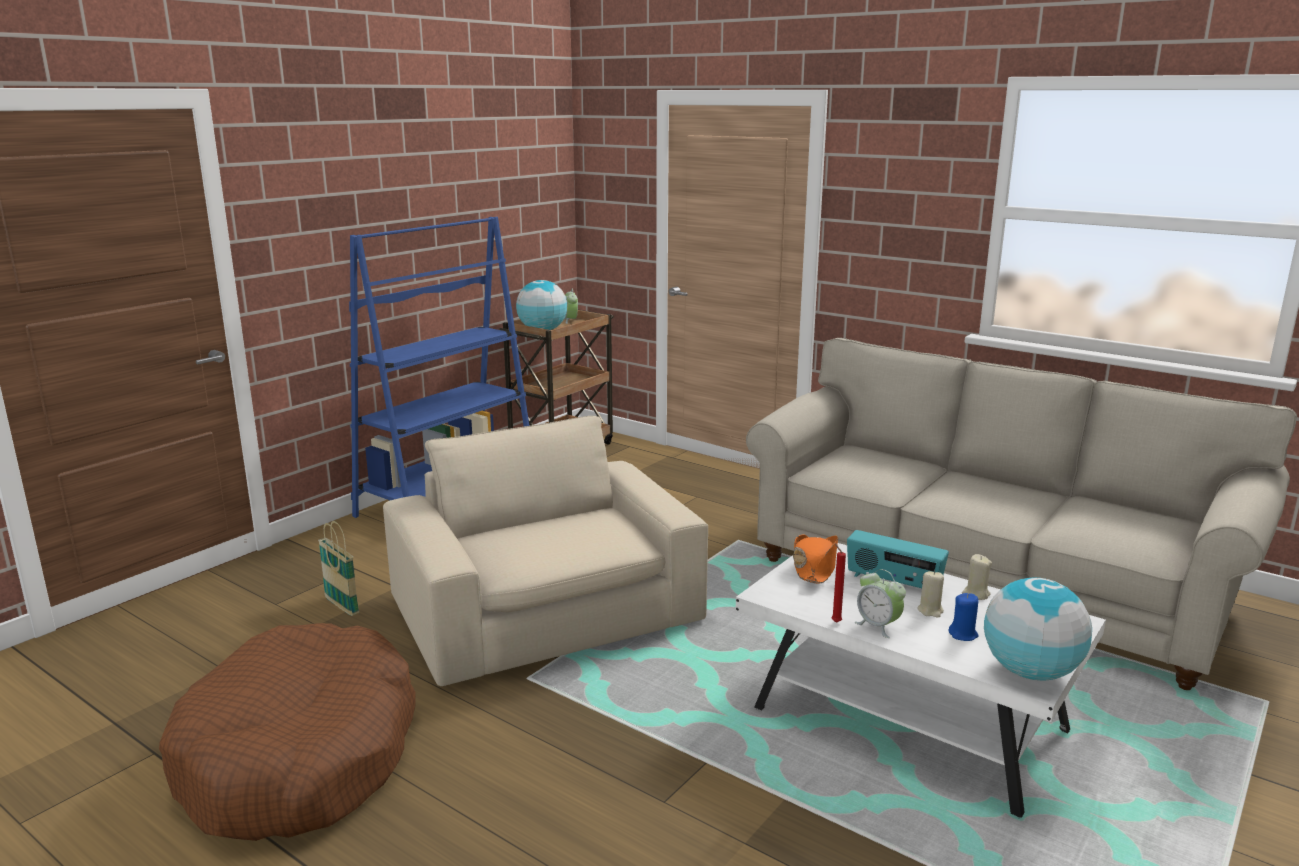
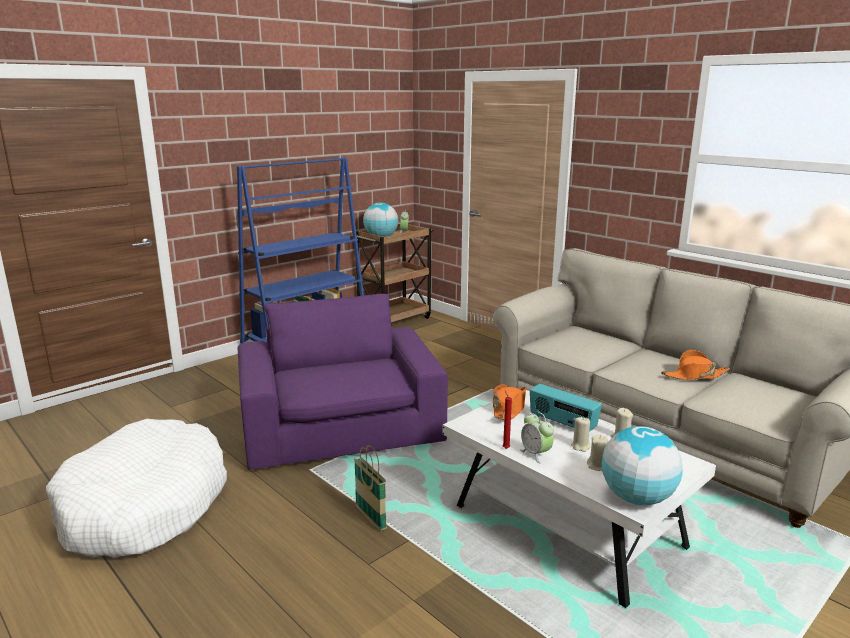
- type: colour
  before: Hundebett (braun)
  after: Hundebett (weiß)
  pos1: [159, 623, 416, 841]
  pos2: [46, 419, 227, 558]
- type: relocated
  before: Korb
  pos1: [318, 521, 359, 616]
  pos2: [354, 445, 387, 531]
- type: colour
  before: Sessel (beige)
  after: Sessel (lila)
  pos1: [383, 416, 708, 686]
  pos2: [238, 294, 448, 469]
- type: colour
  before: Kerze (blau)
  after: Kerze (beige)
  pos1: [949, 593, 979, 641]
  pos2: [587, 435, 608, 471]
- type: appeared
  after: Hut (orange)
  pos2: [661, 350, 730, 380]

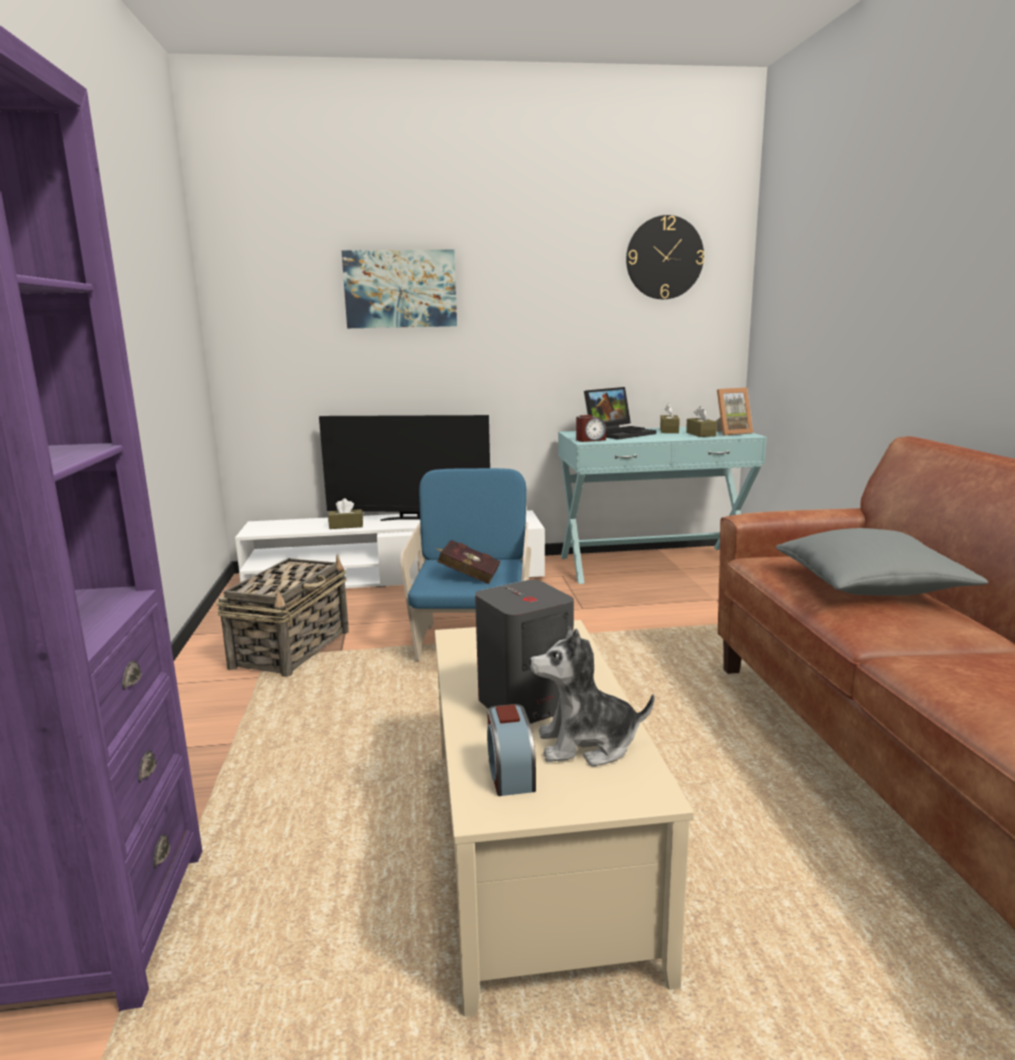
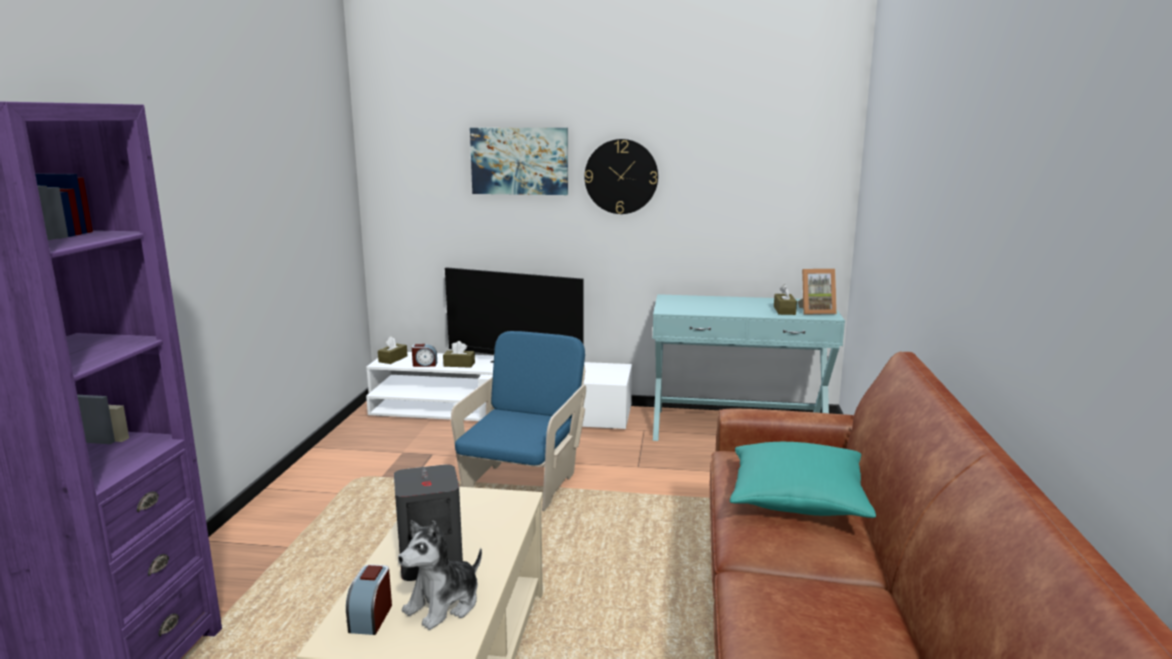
- type: missing
  before: Korb
  pos1: [217, 555, 349, 677]
- type: missing
  before: Buch (rot)
  pos1: [436, 540, 500, 584]
- type: spun
  before: Plüschtier
  pos1: [530, 626, 654, 767]
  pos2: [398, 520, 482, 630]
  turn: -60
- type: relocated
  before: Wecker
  pos1: [576, 415, 606, 442]
  pos2: [412, 344, 437, 367]
- type: missing
  before: Laptop
  pos1: [584, 387, 656, 440]
- type: relocated
  before: Wanduhr
  pos1: [626, 215, 704, 299]
  pos2: [584, 139, 658, 214]
- type: relocated
  before: Taschentuchbox (braun)
  pos1: [660, 404, 680, 433]
  pos2: [378, 336, 408, 364]
- type: colour
  before: Kissen (grau)
  after: Kissen (türkis)
  pos1: [776, 528, 988, 596]
  pos2: [730, 442, 876, 518]

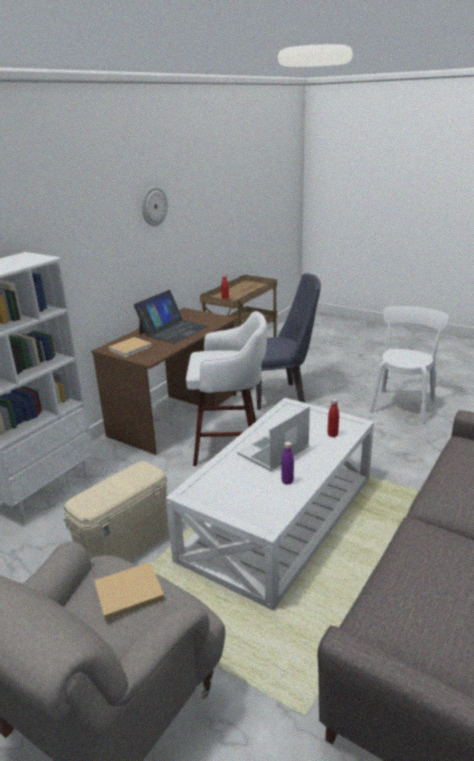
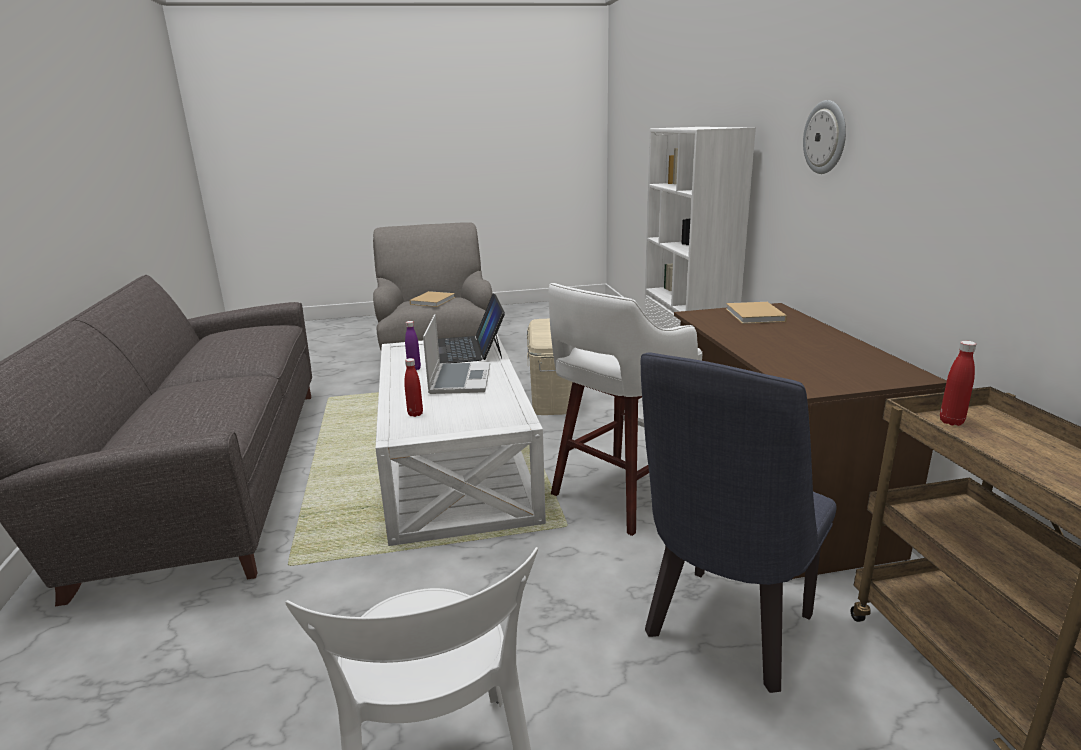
- type: relocated
  before: Laptop
  pos1: [134, 290, 209, 344]
  pos2: [438, 293, 505, 364]
- type: relocated
  before: Wanduhr
  pos1: [142, 186, 168, 226]
  pos2: [803, 100, 846, 174]

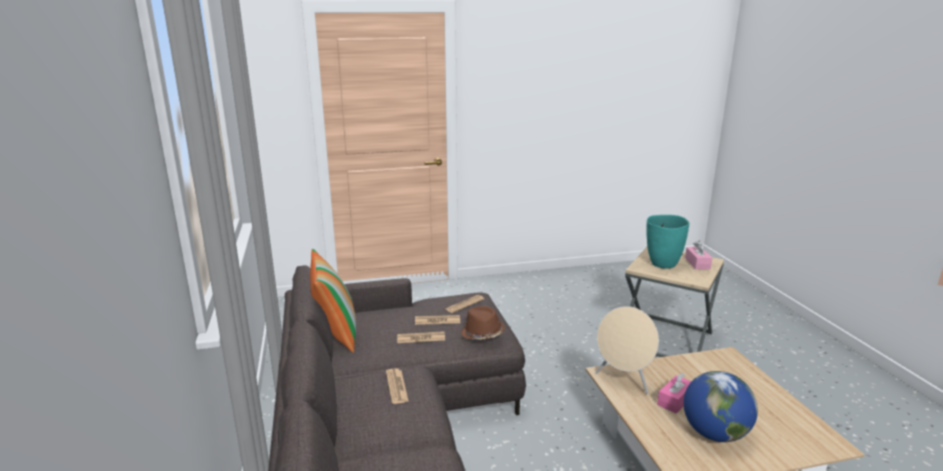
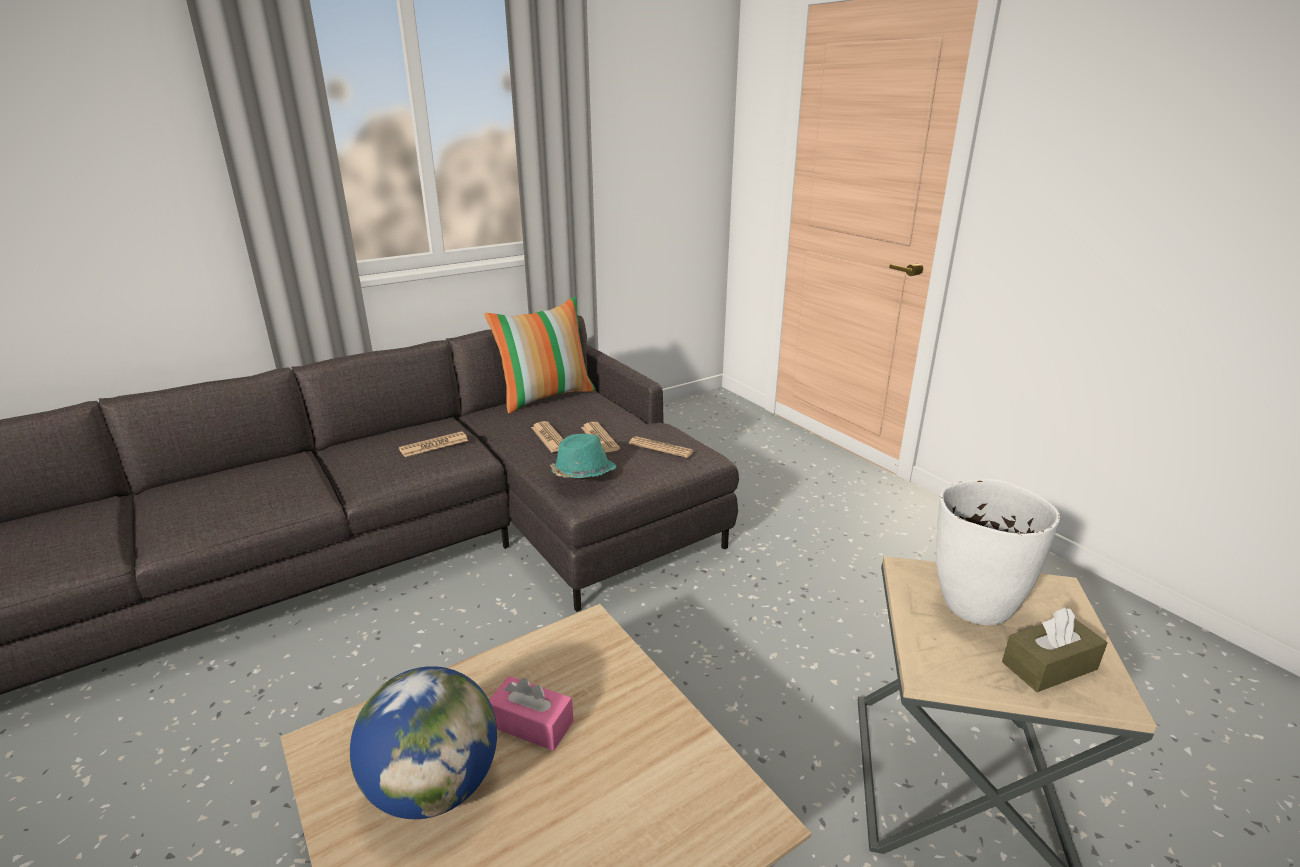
- type: colour
  before: Hut (braun)
  after: Hut (türkis)
  pos1: [461, 306, 505, 340]
  pos2: [550, 434, 617, 478]
- type: missing
  before: Lautsprecher (beige)
  pos1: [595, 306, 659, 394]
- type: colour
  before: Vase (türkis)
  after: Vase (weiß)
  pos1: [647, 215, 689, 268]
  pos2: [936, 479, 1060, 625]
- type: colour
  before: Taschentuchbox (rosa)
  after: Taschentuchbox (braun)
  pos1: [685, 241, 712, 270]
  pos2: [1002, 607, 1107, 692]

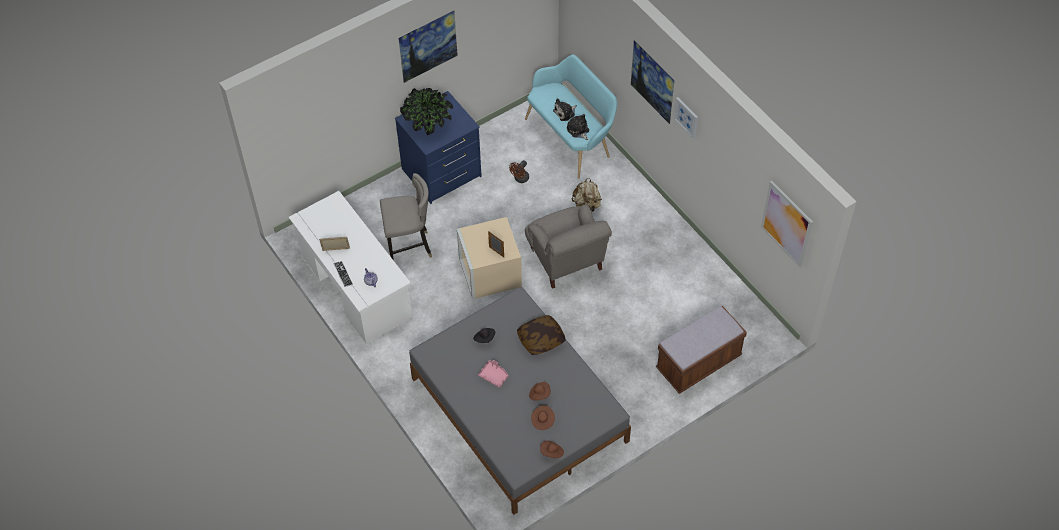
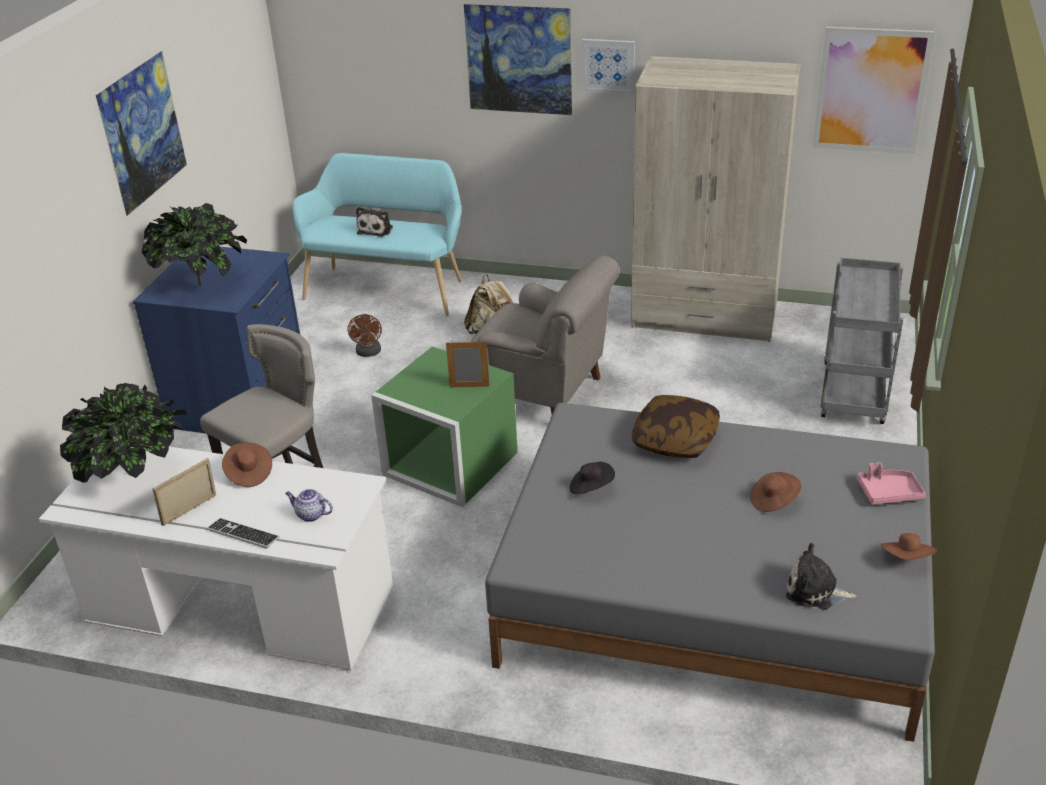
- type: colour
  before: Aufbewahrungsbox (beige)
  after: Aufbewahrungsbox (grün)
  pos1: [457, 217, 522, 299]
  pos2: [371, 347, 518, 507]
- type: relocated
  before: Tablett (rosa)
  pos1: [478, 360, 508, 388]
  pos2: [857, 462, 926, 505]
- type: relocated
  before: Hut (braun)
  pos1: [531, 405, 555, 430]
  pos2: [222, 443, 272, 487]
- type: relocated
  before: Plüschtier
  pos1: [567, 114, 589, 140]
  pos2: [786, 543, 857, 610]
- type: exchanged
  before: Bank (braun)
  after: Rollwagen (grau)
  pos1: [656, 306, 747, 394]
  pos2: [820, 258, 903, 424]
- type: appeared
  after: Topfpflanze
  pos2: [60, 383, 187, 483]
- type: appeared
  after: Kleiderschrank (beige)
  pos2: [631, 56, 801, 342]

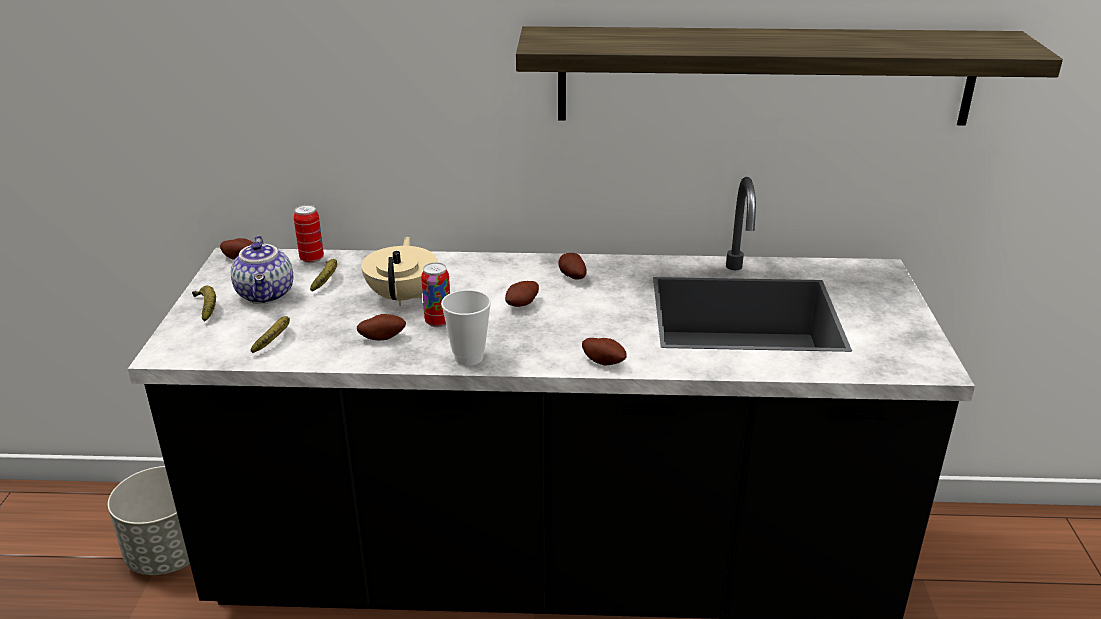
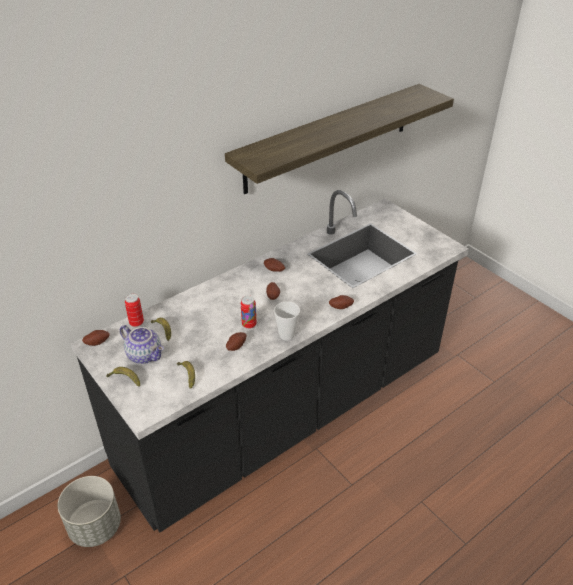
- type: missing
  before: Teekanne (beige)
  pos1: [361, 237, 437, 306]

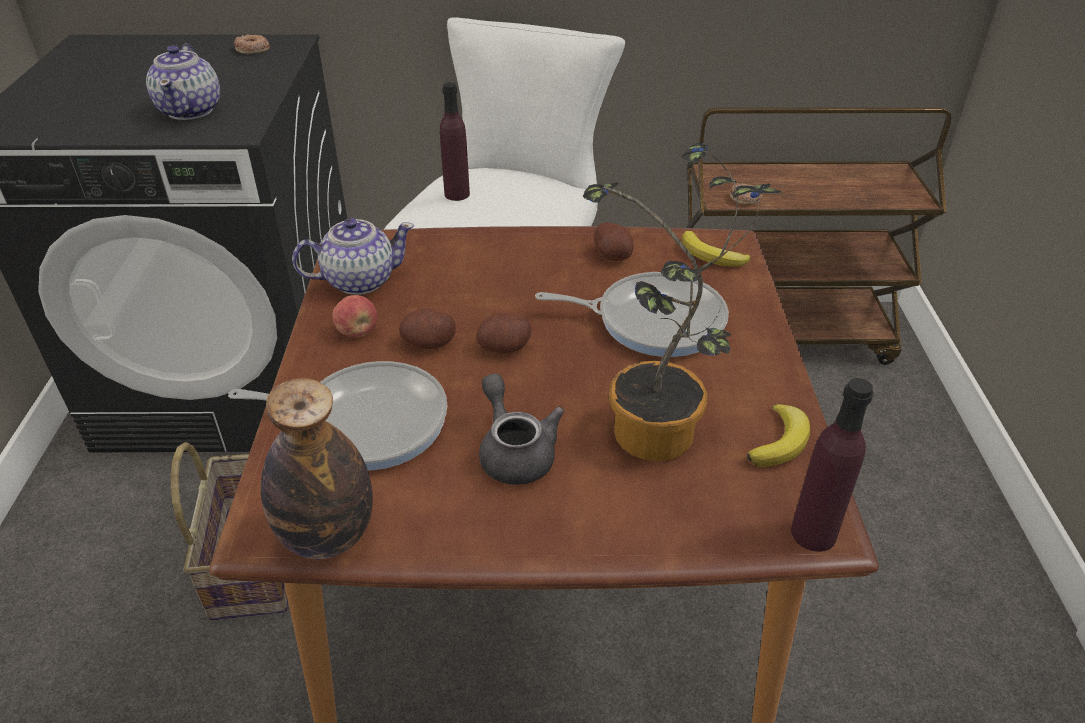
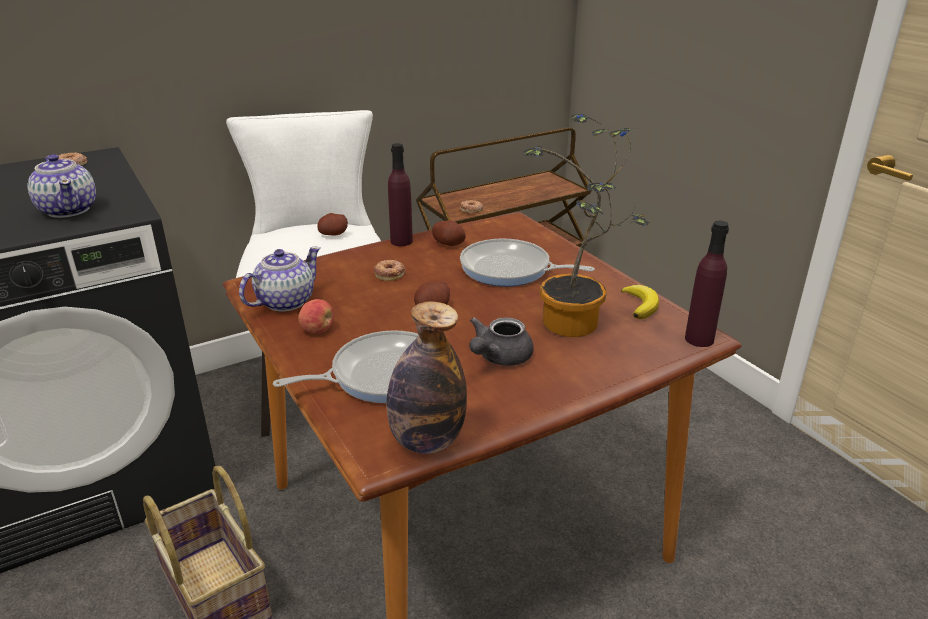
- type: relocated
  before: Kartoffel
  pos1: [399, 308, 456, 349]
  pos2: [317, 213, 348, 236]
- type: relocated
  before: Flasche (lila)
  pos1: [440, 82, 470, 201]
  pos2: [388, 143, 413, 246]
- type: spun
  before: Teekanne (grau)
  pos1: [479, 373, 564, 485]
  pos2: [469, 317, 534, 366]
  turn: -90
- type: spun
  before: Pfanne
  pos1: [535, 272, 729, 357]
  pos2: [460, 239, 595, 286]
  turn: -135
- type: missing
  before: Banane
  pos1: [682, 231, 751, 267]
- type: appeared
  after: Donut
  pos2: [374, 260, 405, 281]

